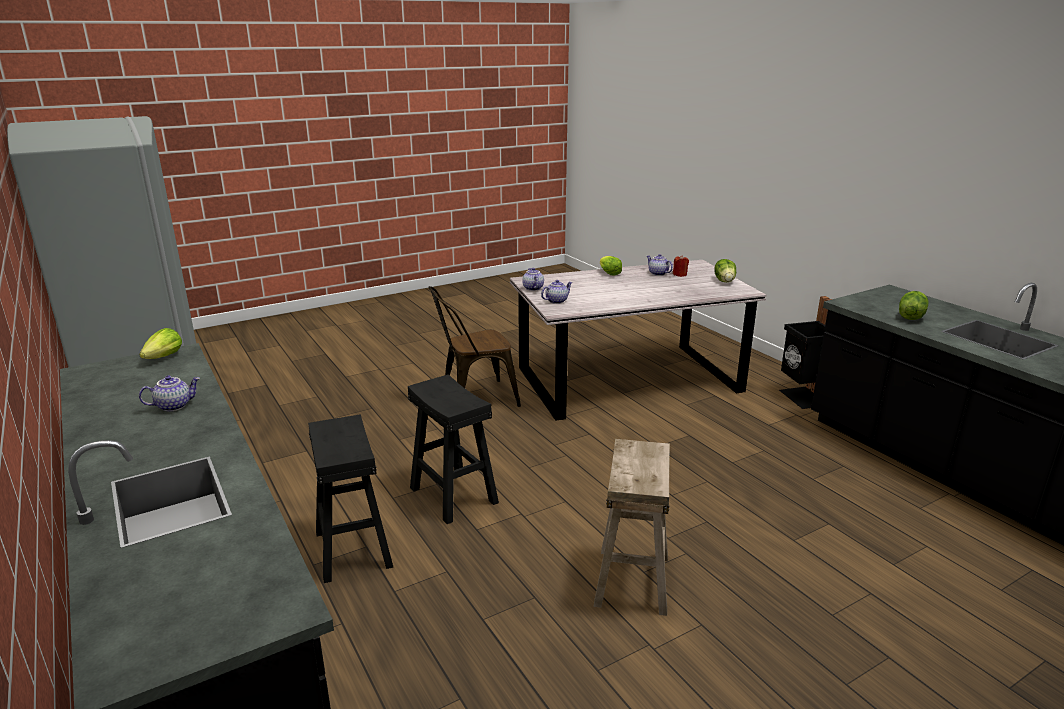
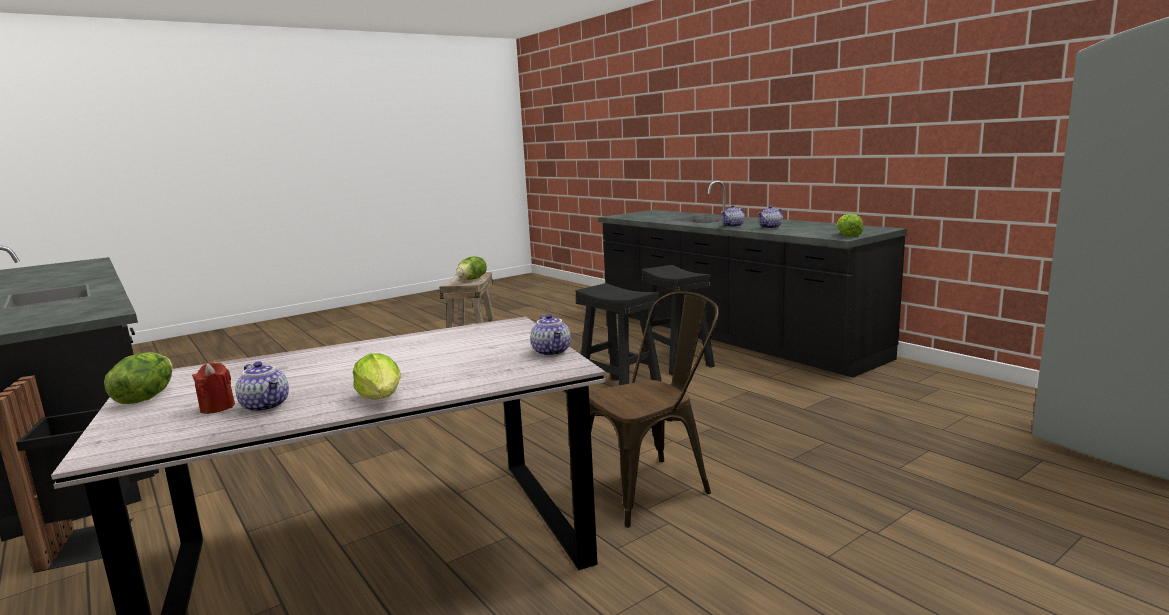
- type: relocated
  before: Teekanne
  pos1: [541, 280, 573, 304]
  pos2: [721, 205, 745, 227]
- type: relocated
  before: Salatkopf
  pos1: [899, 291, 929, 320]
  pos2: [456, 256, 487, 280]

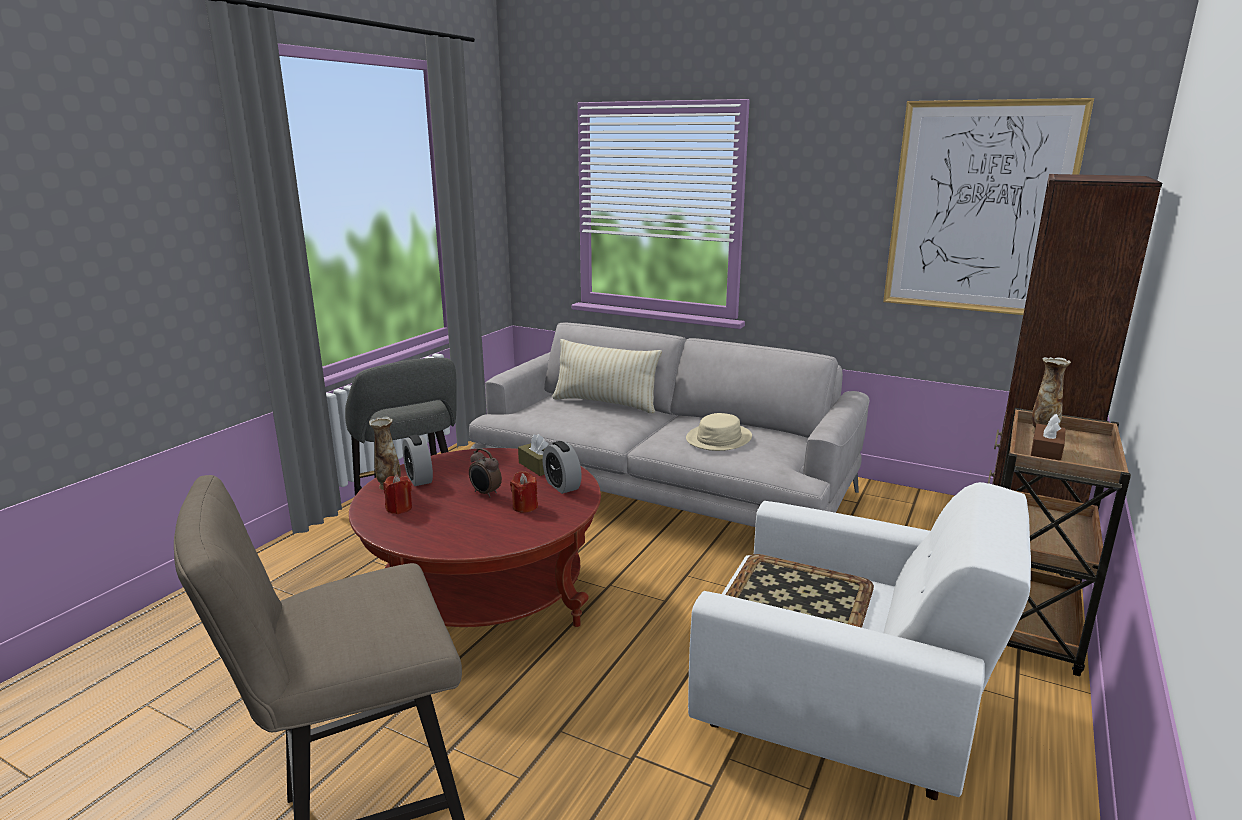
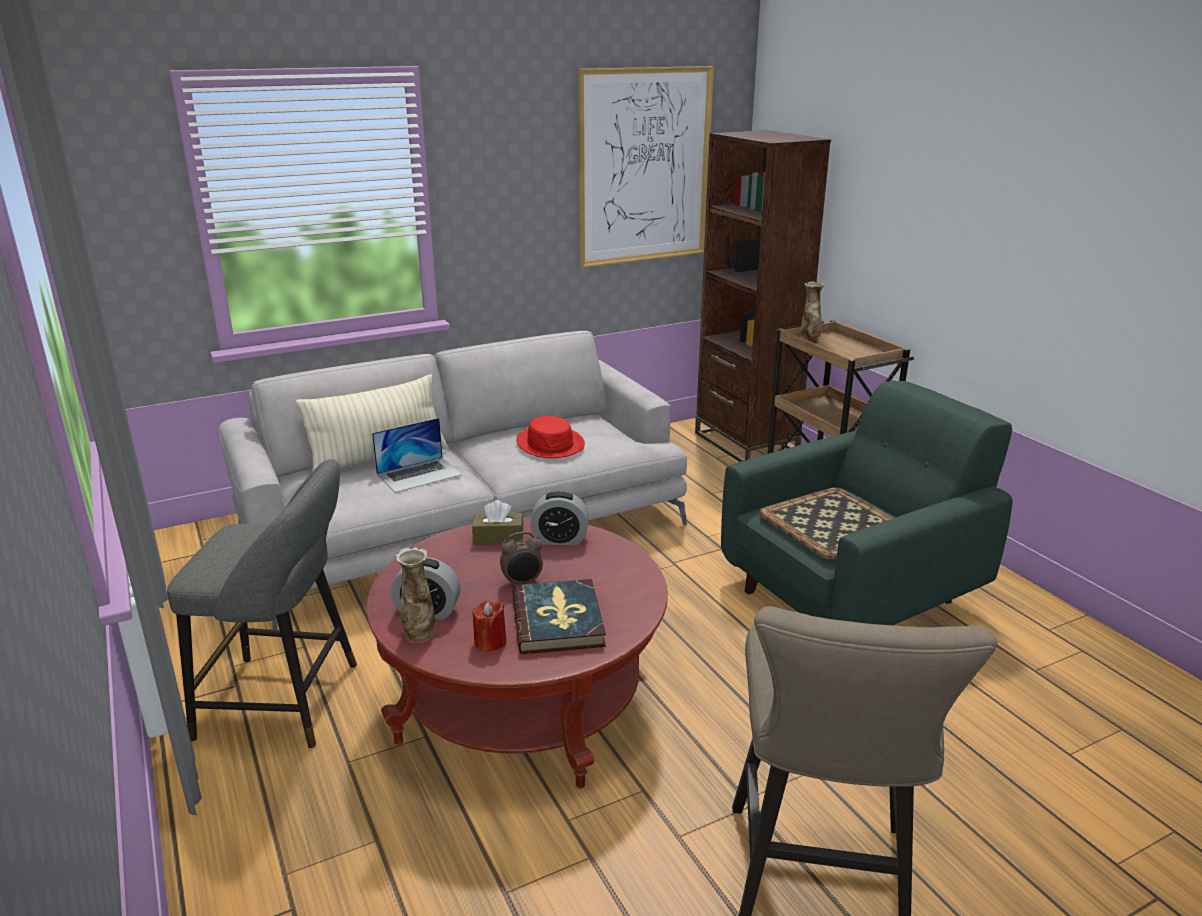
- type: missing
  before: Kerze (rot)
  pos1: [510, 471, 538, 513]
- type: colour
  before: Hut (beige)
  after: Hut (rot)
  pos1: [686, 413, 752, 451]
  pos2: [516, 416, 585, 458]
- type: colour
  before: Sessel (weiß)
  after: Sessel (grün)
  pos1: [688, 482, 1031, 800]
  pos2: [721, 381, 1013, 625]
- type: missing
  before: Taschentuchbox (braun)
  pos1: [1031, 414, 1066, 461]
- type: appeared
  after: Laptop
  pos2: [372, 418, 462, 493]
- type: appeared
  after: Buch
  pos2: [512, 579, 606, 654]

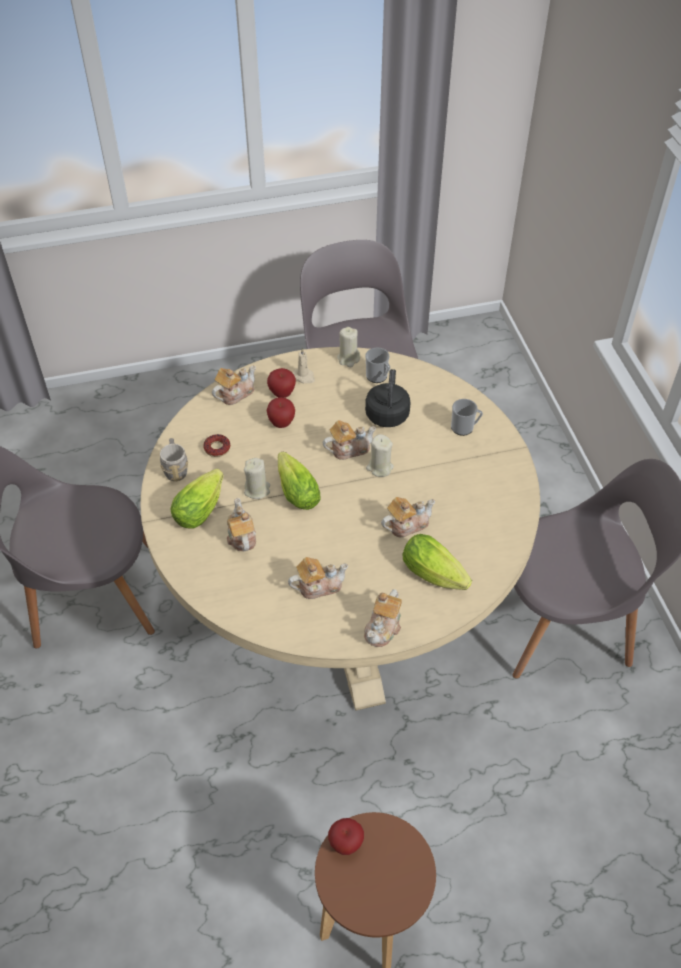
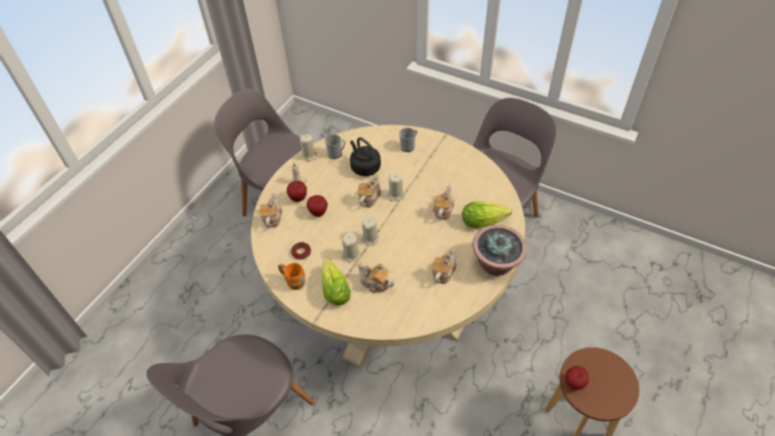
- type: colour
  before: Henkelbecher (grau)
  after: Henkelbecher (orange)
  pos1: [160, 438, 188, 481]
  pos2: [278, 263, 305, 290]
- type: exchanged
  before: Salatkopf
  after: Kerze (beige)
  pos1: [278, 452, 321, 510]
  pos2: [361, 216, 379, 246]
- type: exchanged
  before: Teekanne
  after: Topfpflanze
  pos1: [364, 589, 402, 647]
  pos2: [473, 225, 527, 276]

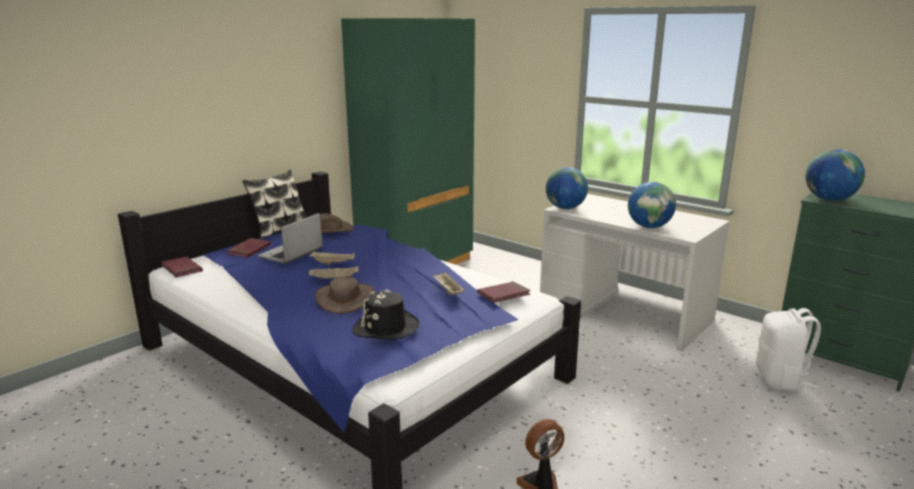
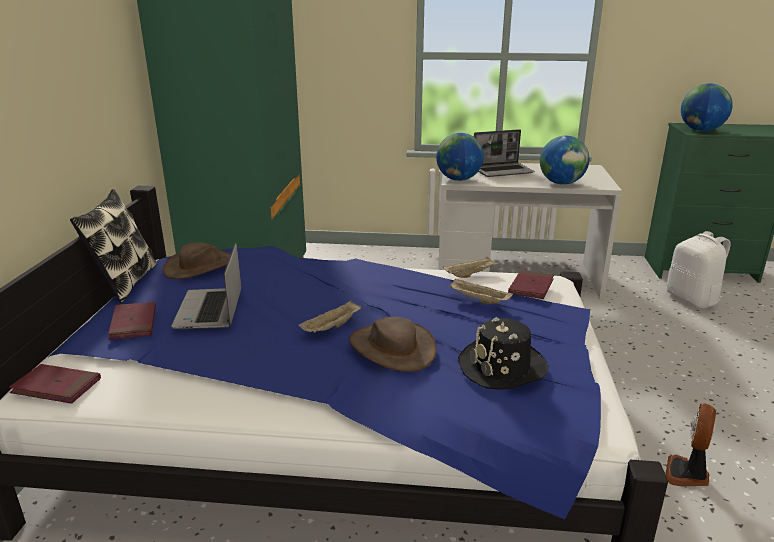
- type: relocated
  before: Tablett (beige)
  pos1: [309, 251, 355, 265]
  pos2: [443, 256, 499, 278]
- type: appeared
  after: Laptop
  pos2: [474, 129, 535, 177]

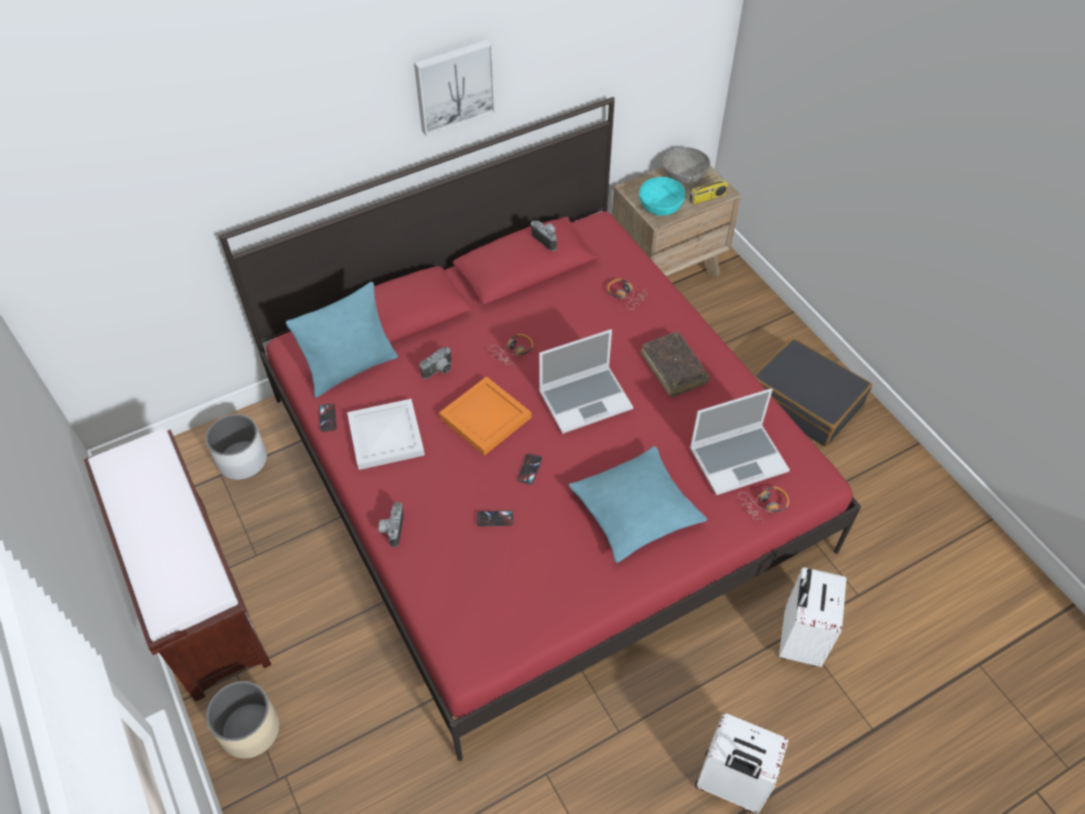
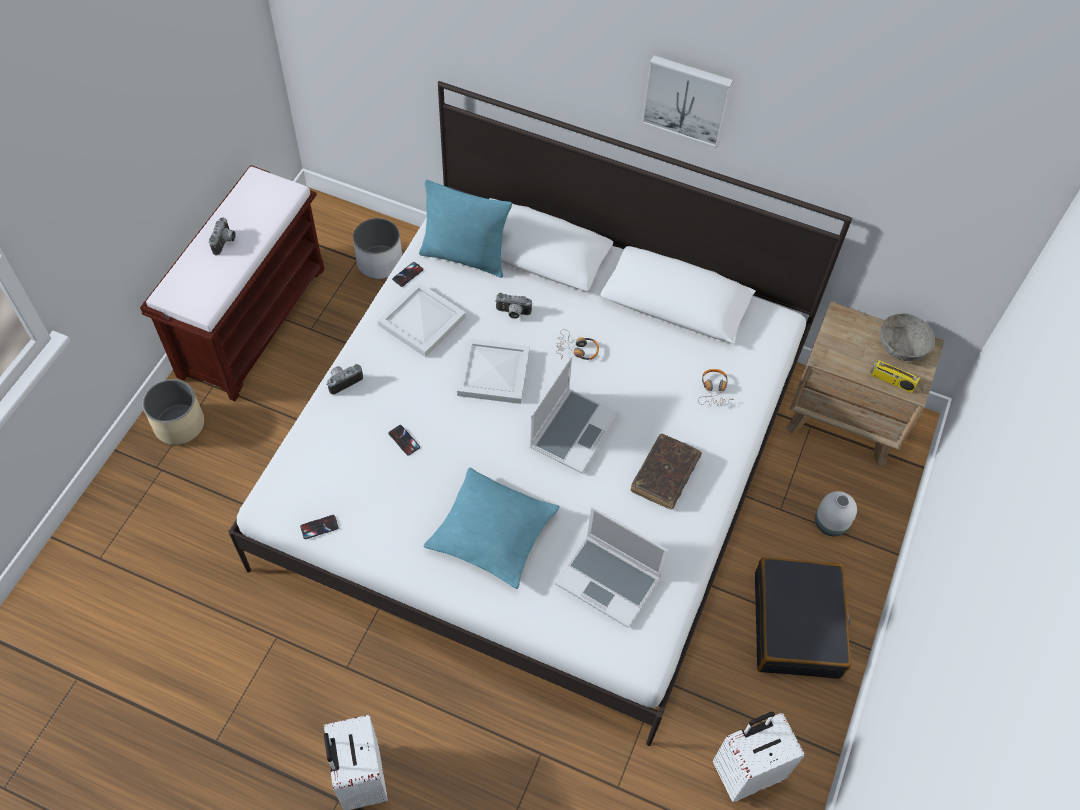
- type: colour
  before: Bett (rot)
  after: Bett (weiß)
  pos1: [219, 97, 861, 761]
  pos2: [228, 81, 852, 746]
- type: colour
  before: Tablett (orange)
  after: Tablett (weiß)
  pos1: [439, 376, 531, 456]
  pos2: [457, 338, 530, 404]
- type: relocated
  before: Handy
  pos1: [517, 453, 542, 485]
  pos2: [300, 515, 339, 539]
- type: relocated
  before: Kamera
  pos1: [531, 220, 558, 251]
  pos2: [209, 218, 236, 255]
- type: spun
  before: Laptop
  pos1: [539, 329, 633, 434]
  pos2: [529, 356, 619, 473]
  turn: -90
- type: missing
  before: Schüssel (türkis)
  pos1: [639, 177, 685, 216]
- type: missing
  before: Kopfhörer
  pos1: [738, 486, 789, 523]
- type: relocated
  before: Koffer (weiß)
  pos1: [779, 567, 846, 667]
  pos2: [713, 712, 805, 802]
- type: appeared
  after: Vase (weiß)
  pos2: [815, 491, 857, 536]

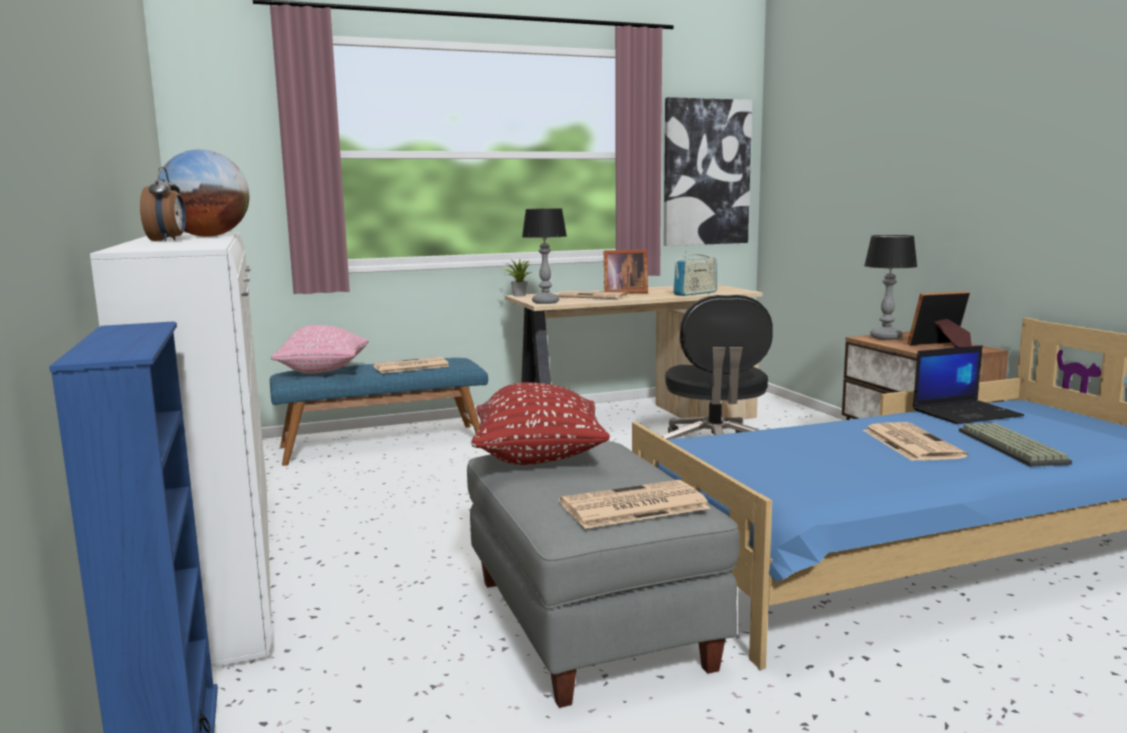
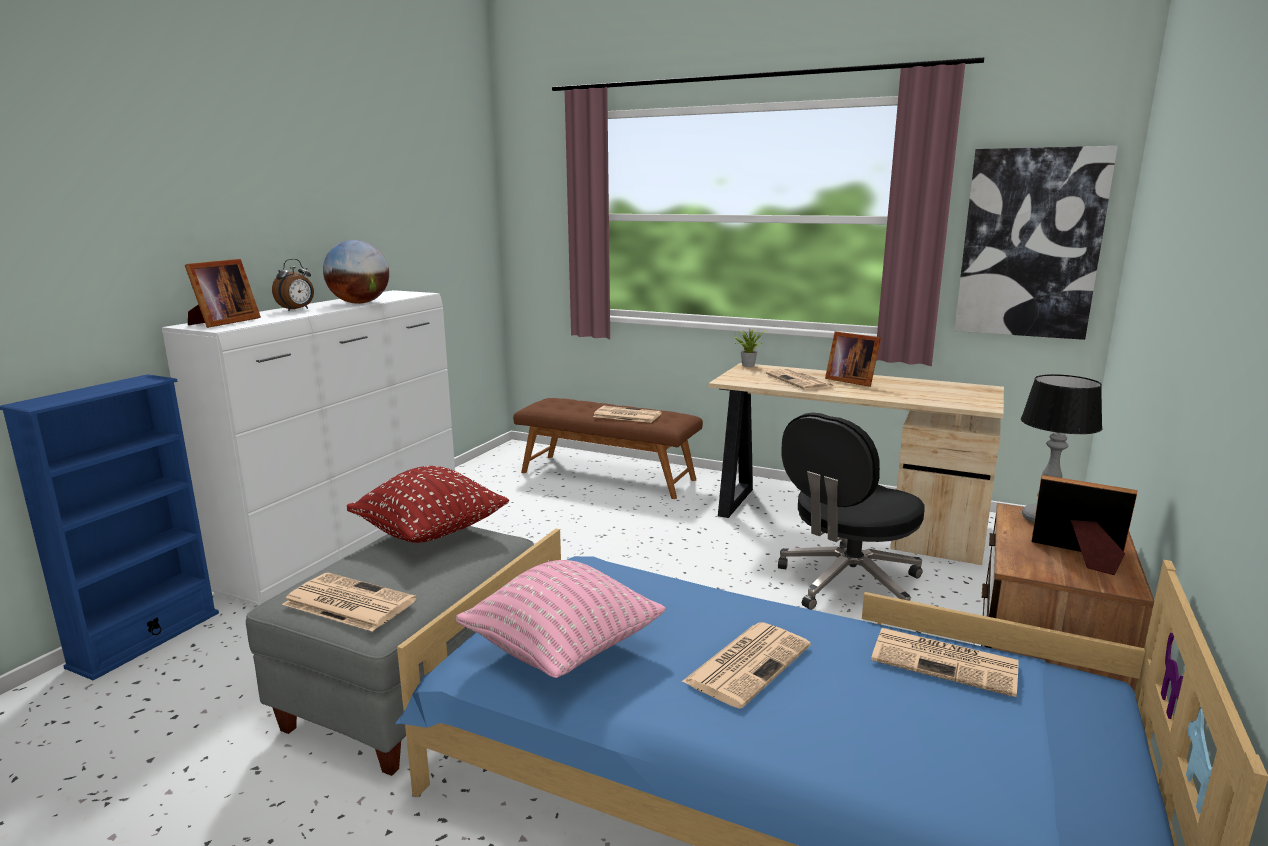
- type: colour
  before: Bank (blau)
  after: Bank (braun)
  pos1: [270, 358, 488, 466]
  pos2: [513, 398, 703, 499]
- type: relocated
  before: Kissen (rosa)
  pos1: [271, 325, 369, 374]
  pos2: [456, 560, 666, 678]
- type: missing
  before: Tischlampe
  pos1: [522, 208, 567, 304]
- type: missing
  before: Radio
  pos1: [673, 251, 717, 296]
- type: exchanged
  before: Laptop
  after: Zeitung
  pos1: [913, 345, 1024, 424]
  pos2: [871, 628, 1019, 697]
- type: missing
  before: Tastatur
  pos1: [959, 423, 1072, 467]
- type: appeared
  after: Bilderrahmen
  pos2: [185, 259, 261, 328]

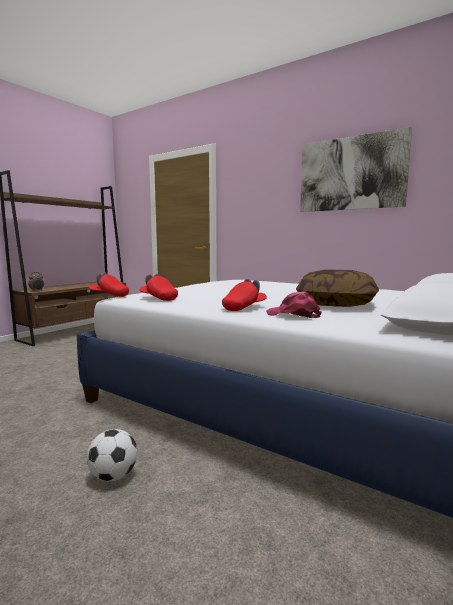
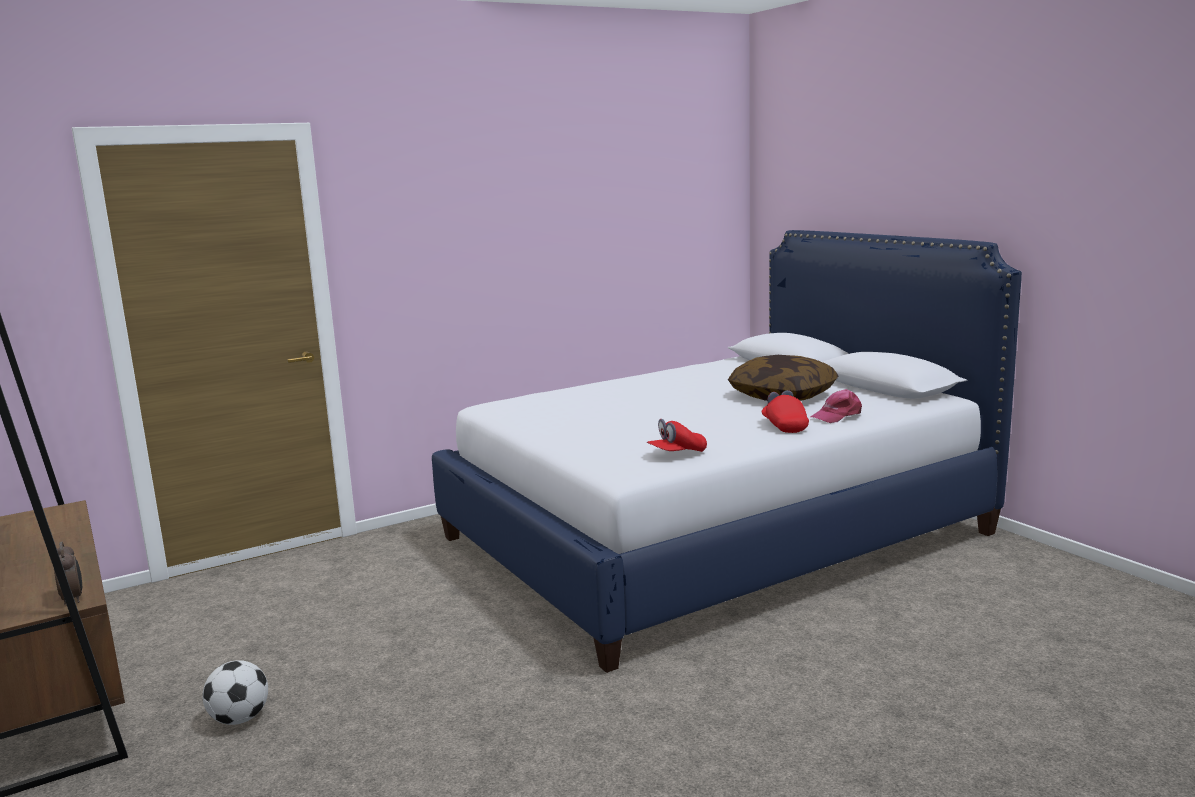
- type: relocated
  before: Fußball
  pos1: [87, 429, 137, 481]
  pos2: [202, 660, 268, 725]
- type: missing
  before: Kappe (rot)
  pos1: [89, 272, 129, 297]
- type: missing
  before: Bild
  pos1: [300, 127, 412, 212]

